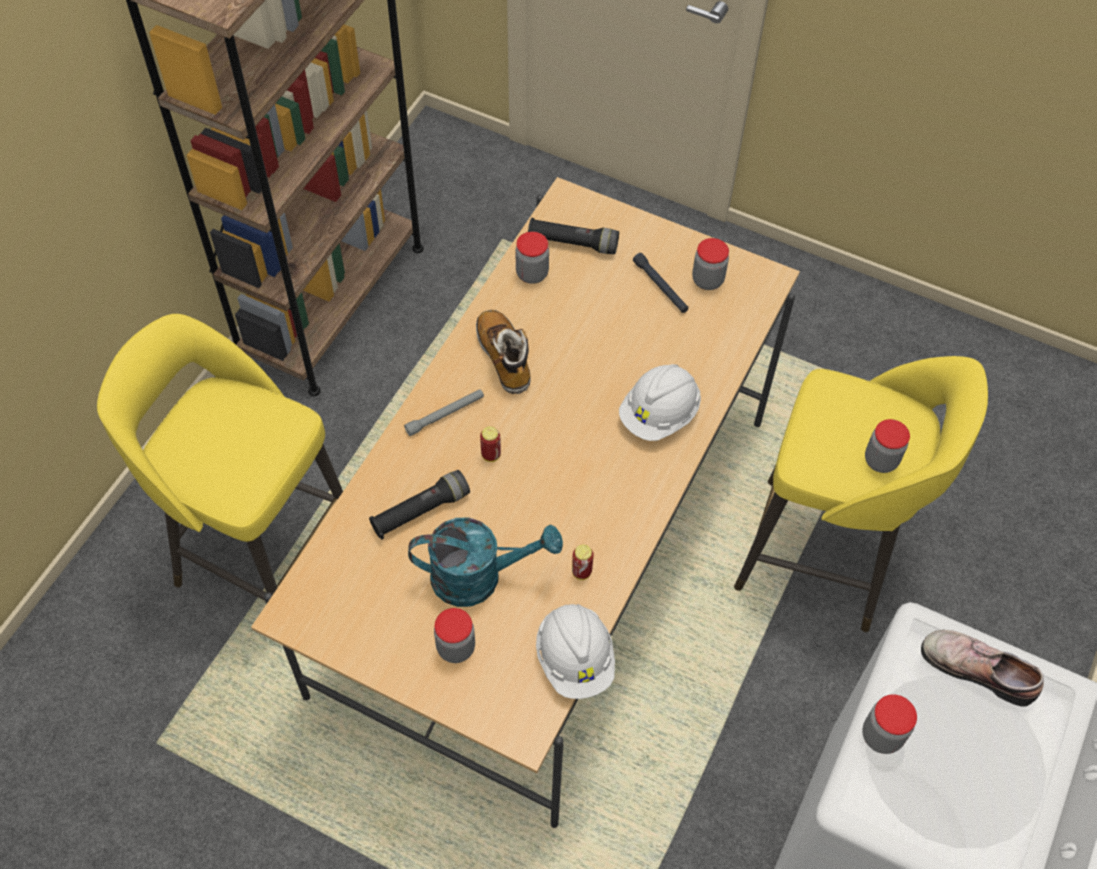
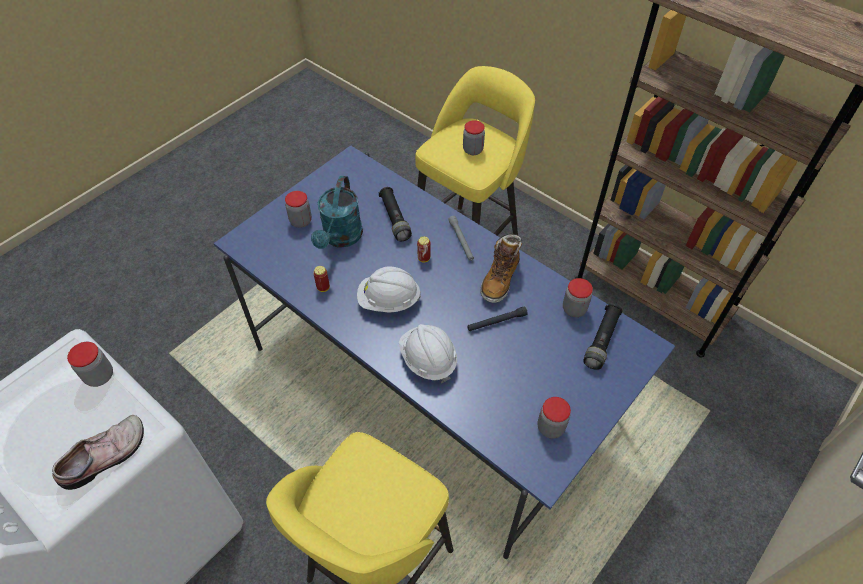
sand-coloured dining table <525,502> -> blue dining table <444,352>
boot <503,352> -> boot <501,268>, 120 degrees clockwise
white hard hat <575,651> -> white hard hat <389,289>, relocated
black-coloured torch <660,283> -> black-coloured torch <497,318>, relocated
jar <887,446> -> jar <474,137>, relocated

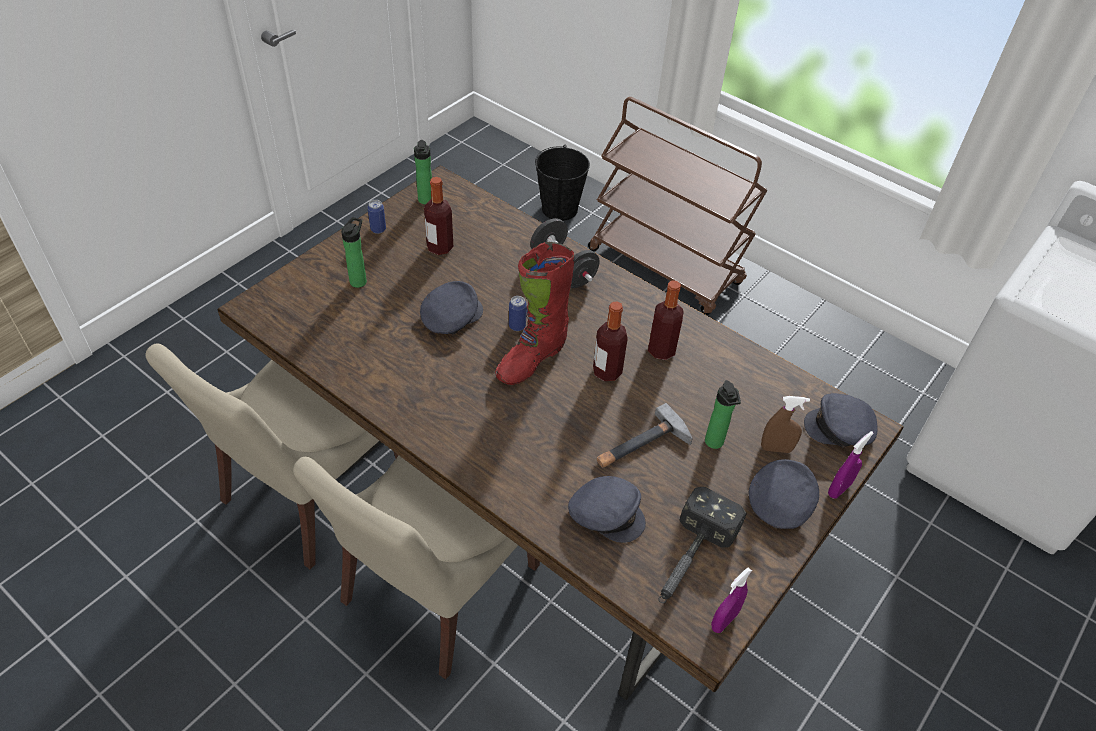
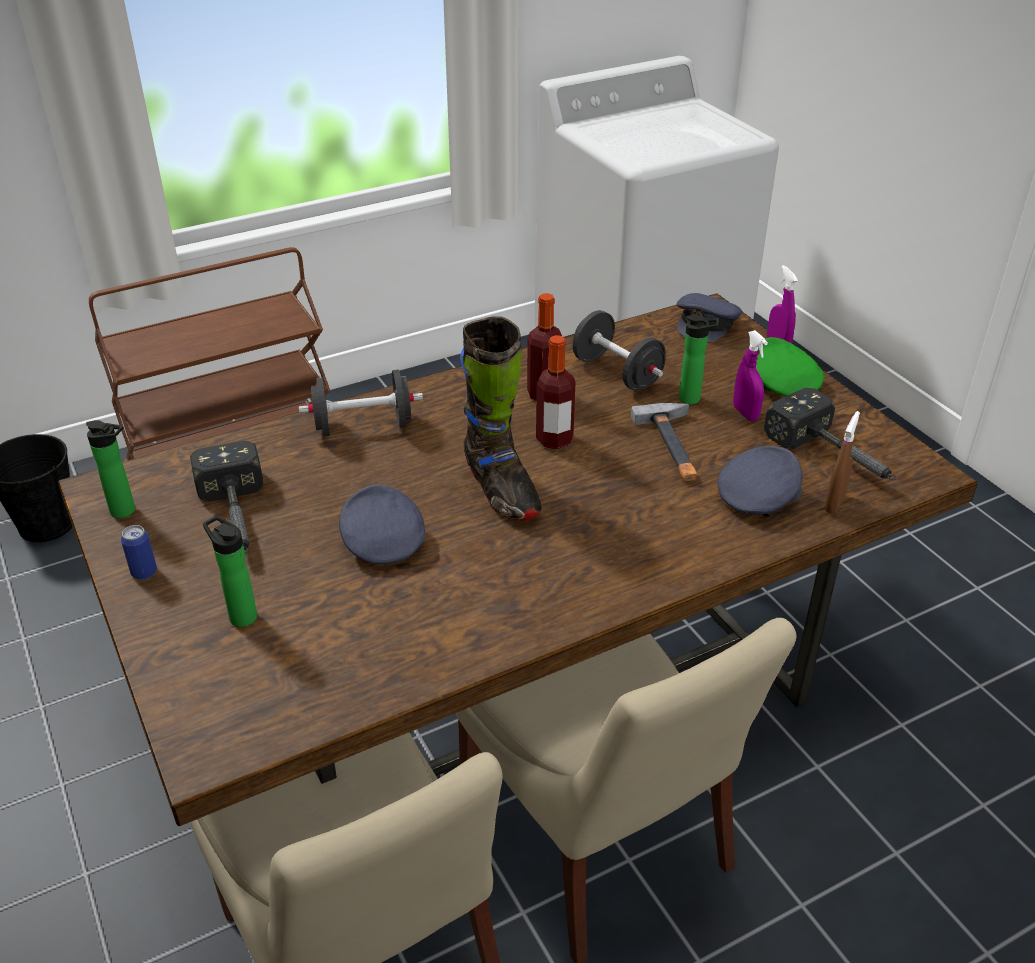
drink bottle <438,216> -> tool hammer <226,496>
red boot <534,313> -> black-coloured boot <501,418>
sealed can <518,313> -> none
purple spray bottle <731,600> -> purple spray bottle <750,375>, relocated
greyish baseball cap <784,494> -> green baseball cap <790,366>
brownish spray bottle <785,424> -> brownish spray bottle <842,462>, relocated
none -> black-coloured hand weight <619,350>

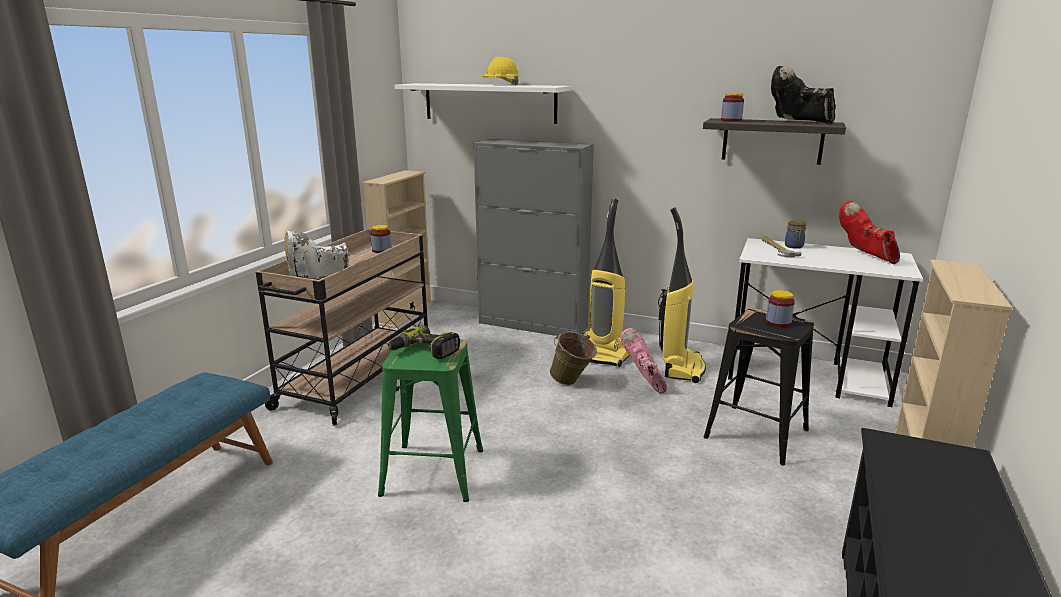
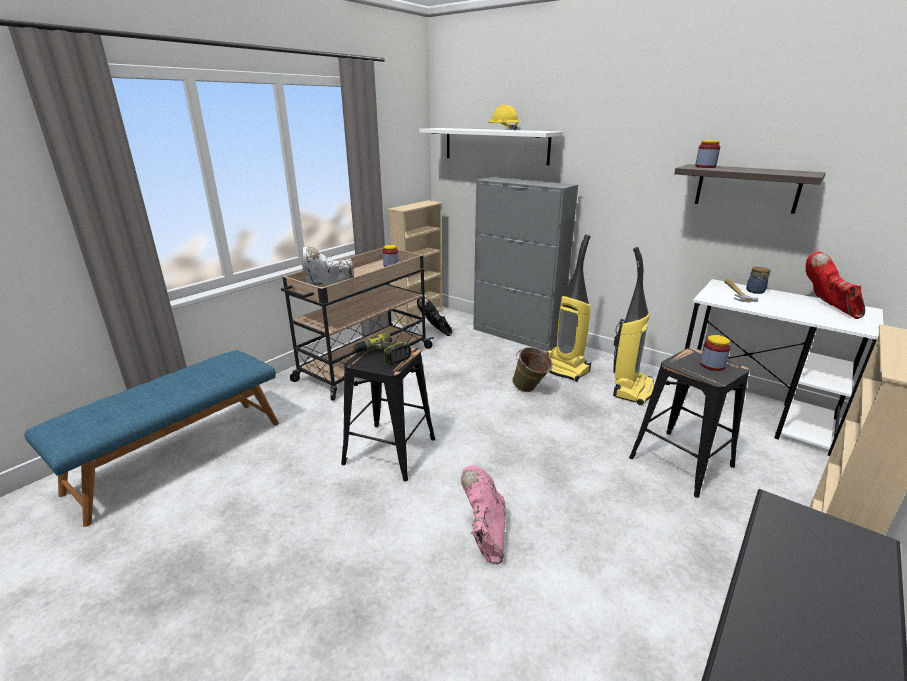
green stool seat <430,420> -> black-coloured stool seat <388,414>
pink-coloured boot <644,361> -> pink-coloured boot <483,514>, relocated
black-coloured boot <803,95> -> black-coloured boot <434,316>, relocated

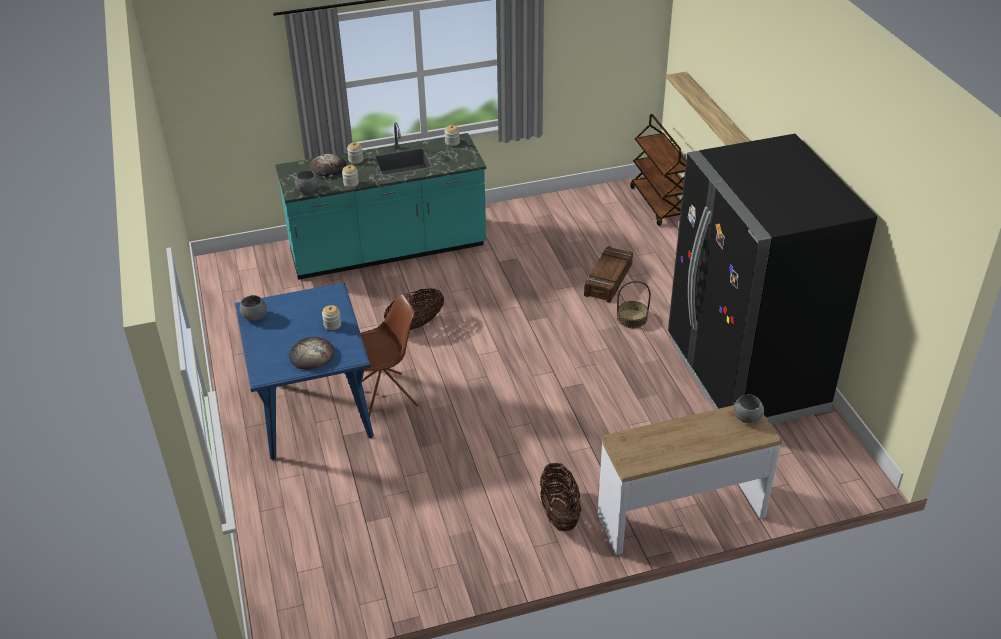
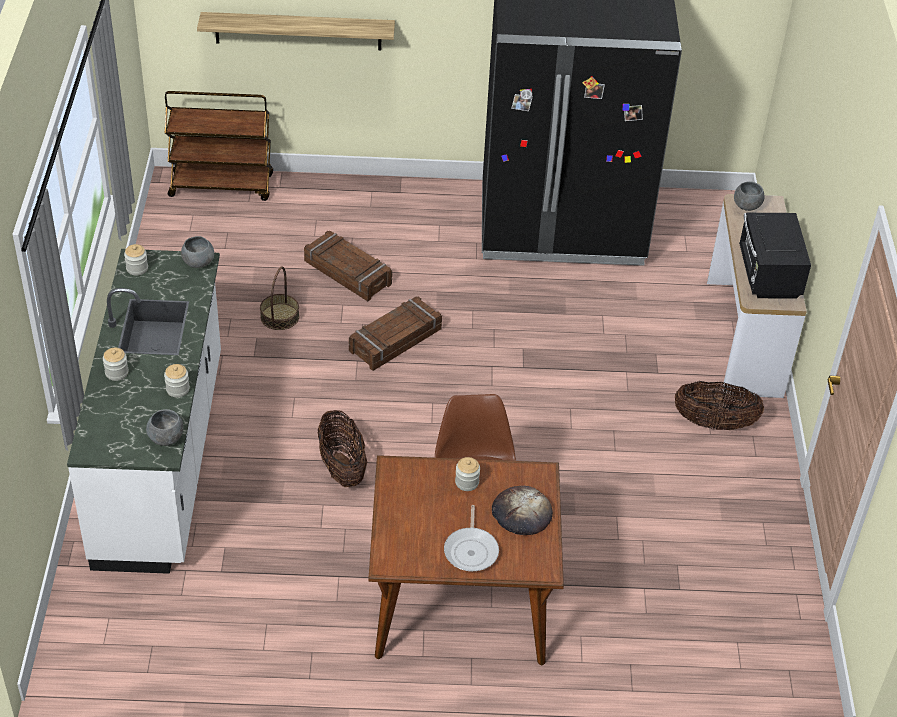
blue dining table <304,371> -> brownish dining table <466,560>
greyish serving bowl <253,308> -> greyish serving bowl <197,252>, relocated
blue-green kitchen base unit <380,201> -> white kitchen base unit <144,411>
bread <328,165> -> none
household basket <634,304> -> household basket <279,298>, relocated
none -> packing crate <395,333>
none -> skillet <471,538>
none -> black-coloured microwave <775,256>

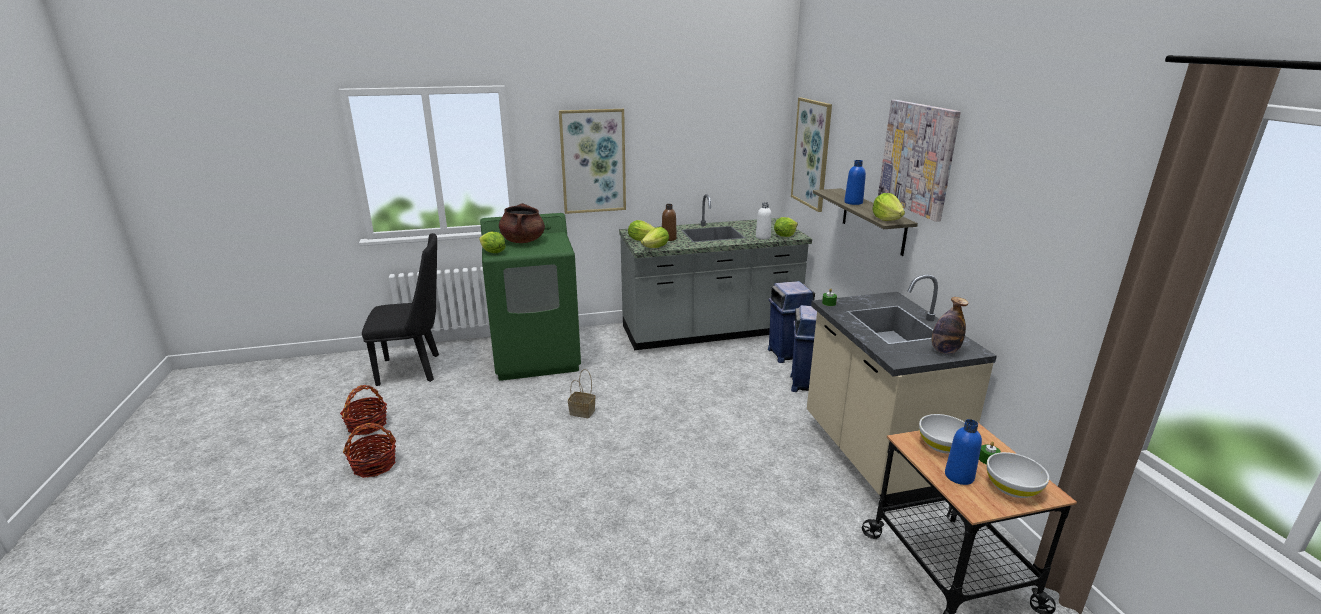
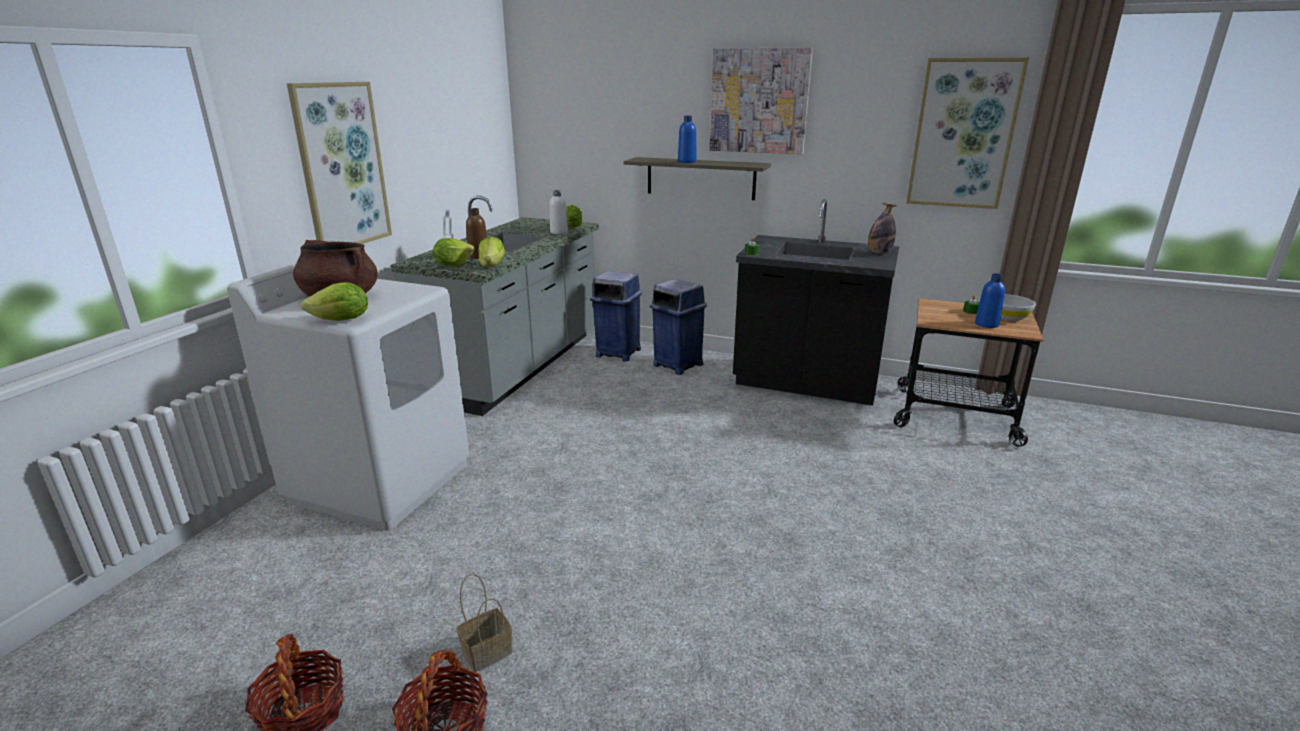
black-coloured plain chair <400,309> -> none
green laundry appliance <530,297> -> white laundry appliance <348,397>
household basket <582,393> -> household basket <484,623>, relocated
wall picture <811,155> -> wall picture <967,133>, relocated
sand-coloured kitchen base unit <902,390> -> black-coloured kitchen base unit <816,302>
lettuce head <888,207> -> none
white serving bowl <942,434> -> none

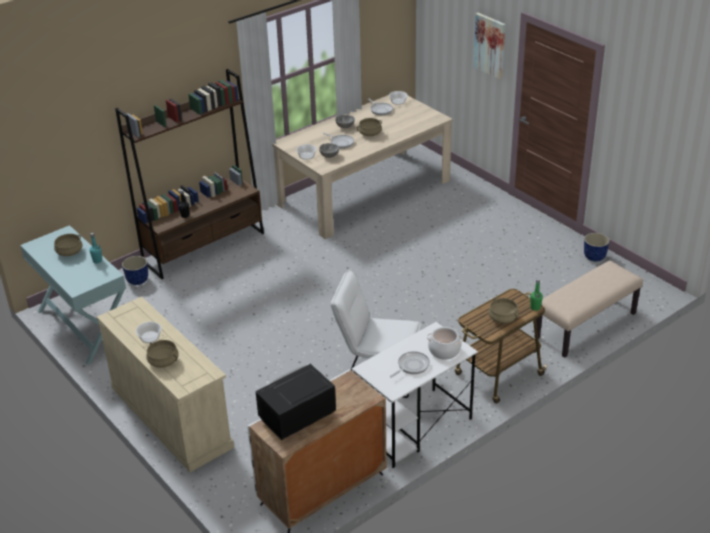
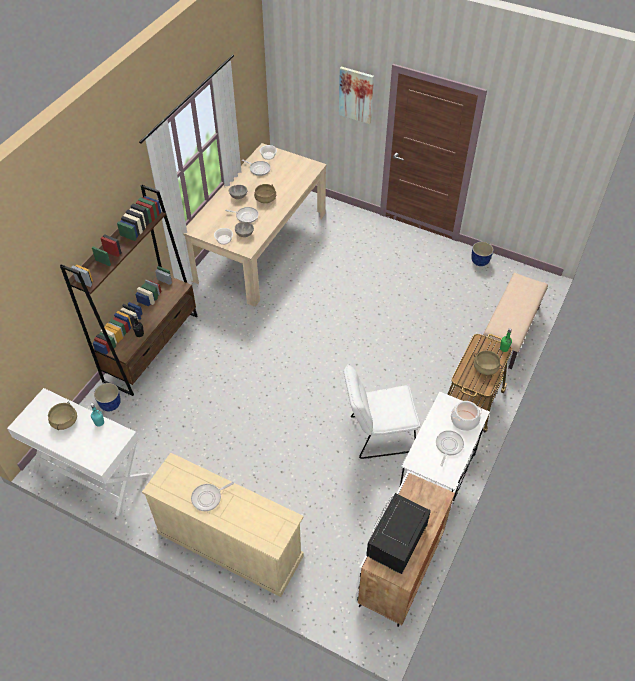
blue-green console table <73,295> -> white console table <78,452>
serving bowl <149,332> -> skillet <212,496>
sand-coloured cooking pot <162,354> -> none

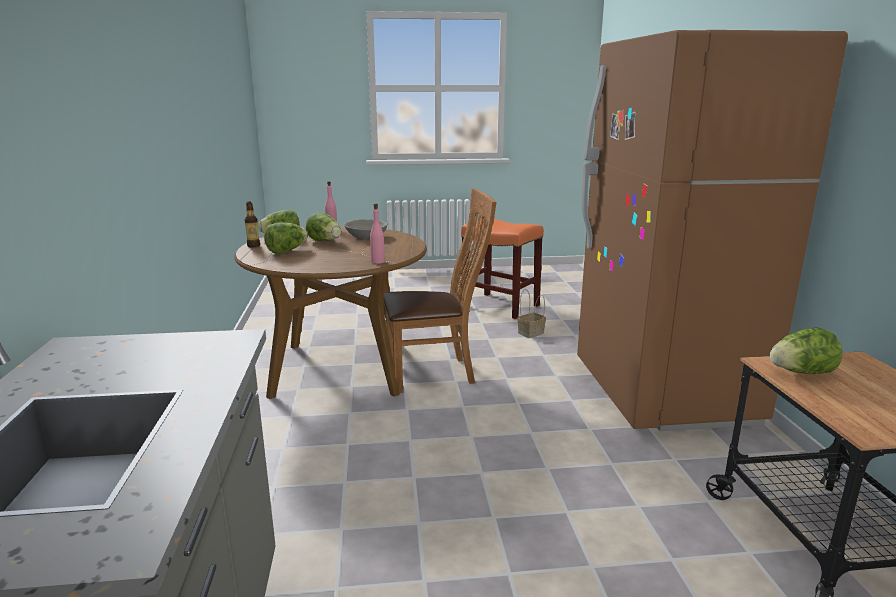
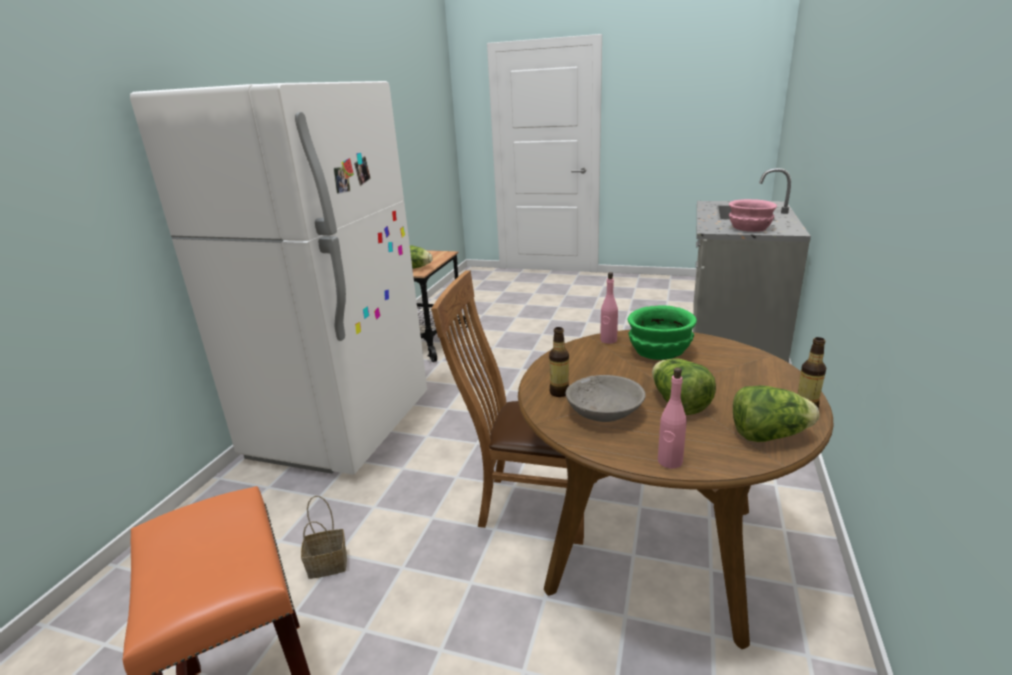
lettuce head <286,238> -> none
brownish refrigerator <712,230> -> white refrigerator <278,278>
none -> drink bottle <559,362>
none -> green serving bowl <662,332>
none -> pink-coloured serving bowl <753,215>

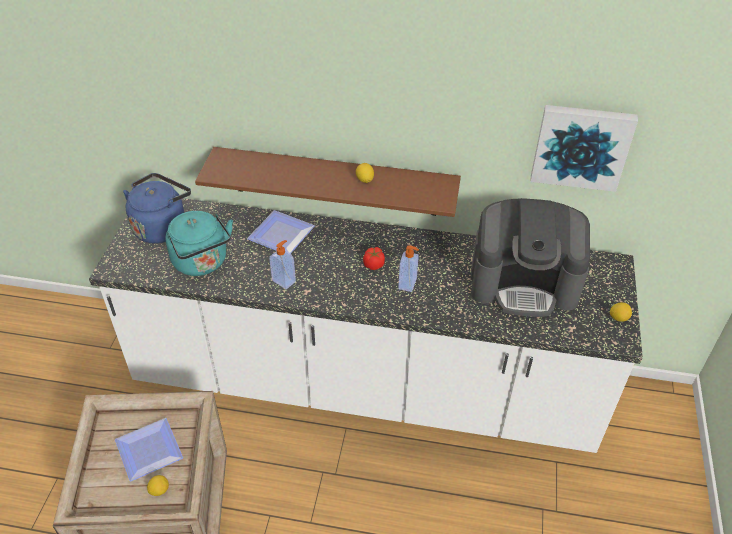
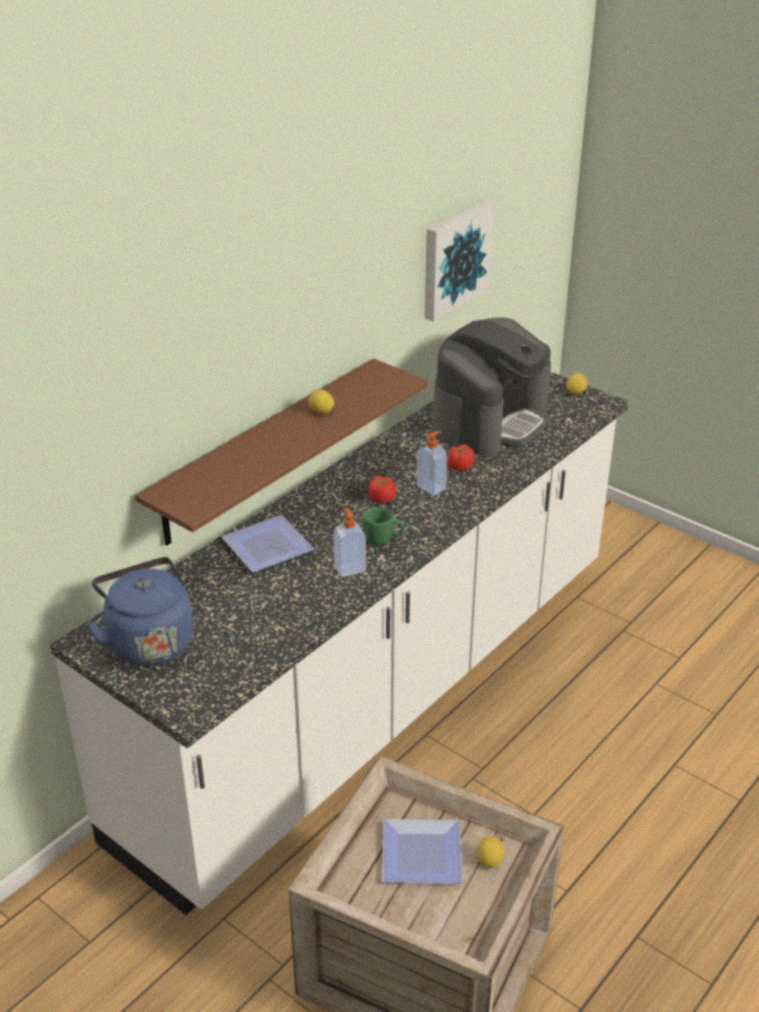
blue-green kettle <199,243> -> none
none -> green mug <383,525>
none -> whole tomato <461,457>

